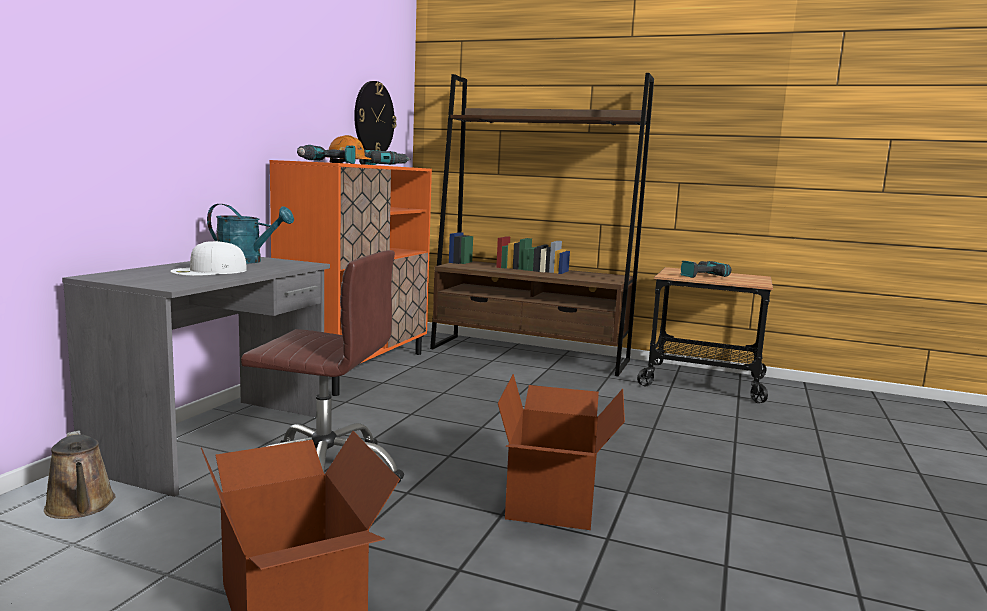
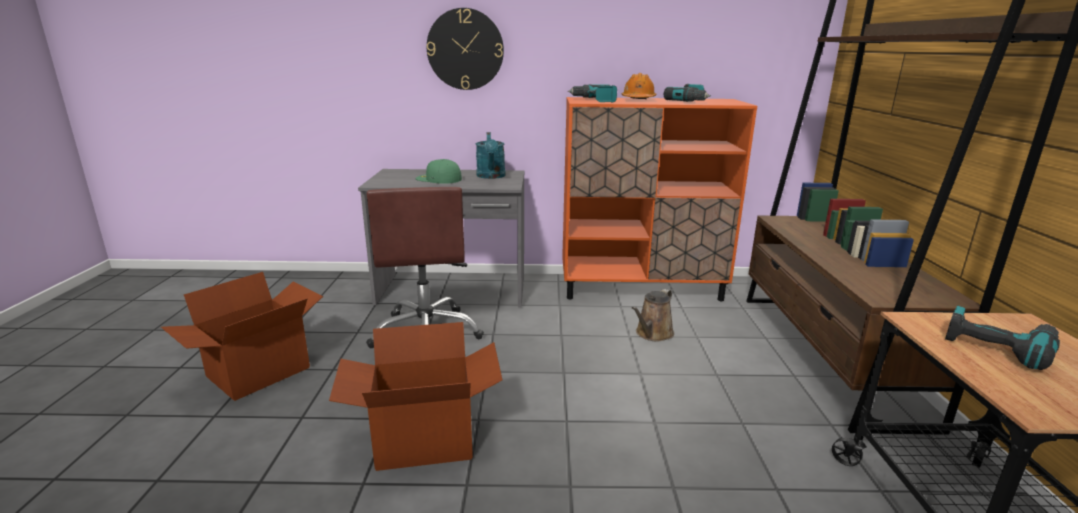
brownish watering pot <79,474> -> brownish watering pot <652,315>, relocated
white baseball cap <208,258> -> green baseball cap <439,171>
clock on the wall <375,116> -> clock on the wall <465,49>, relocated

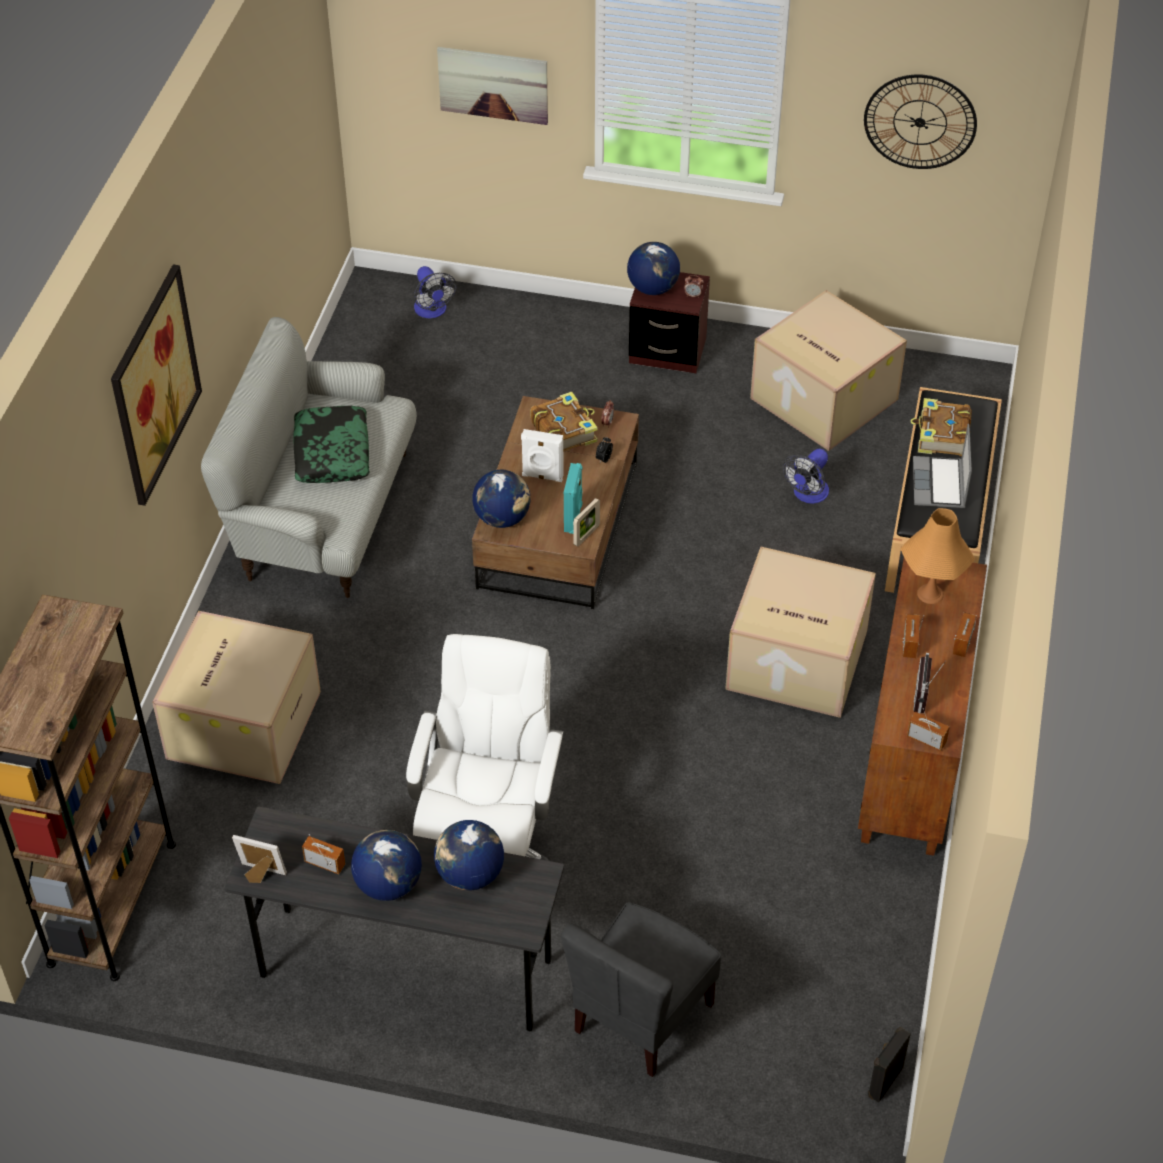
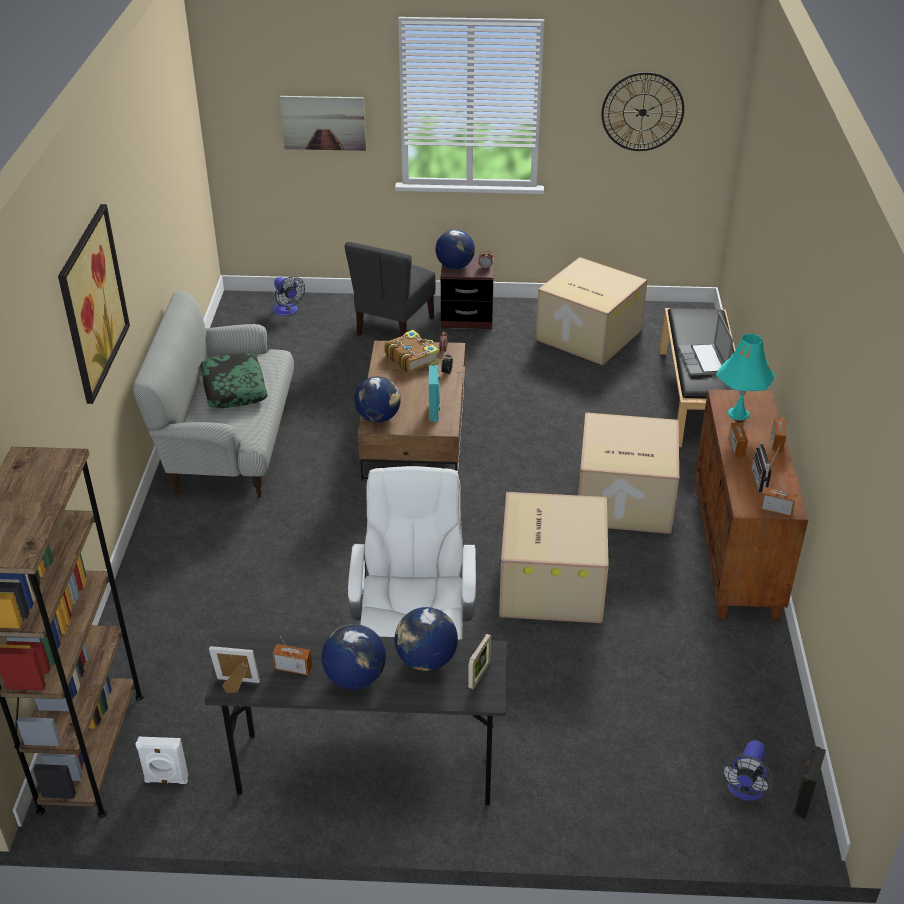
packing box <236,697> -> packing box <554,557>, relocated
white loudspeaker <542,455> -> white loudspeaker <161,760>, relocated
greyish plain chair <641,989> -> greyish plain chair <390,289>, relocated
standing frame <586,522> -> standing frame <479,661>, relocated
cooling fan <805,476> -> cooling fan <747,770>, relocated
orange table lamp <938,556> -> blue-green table lamp <745,377>
bound book <941,427> -> none

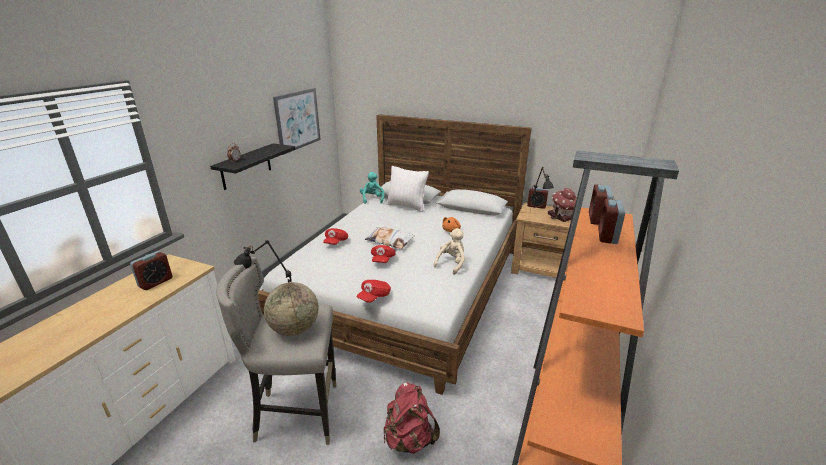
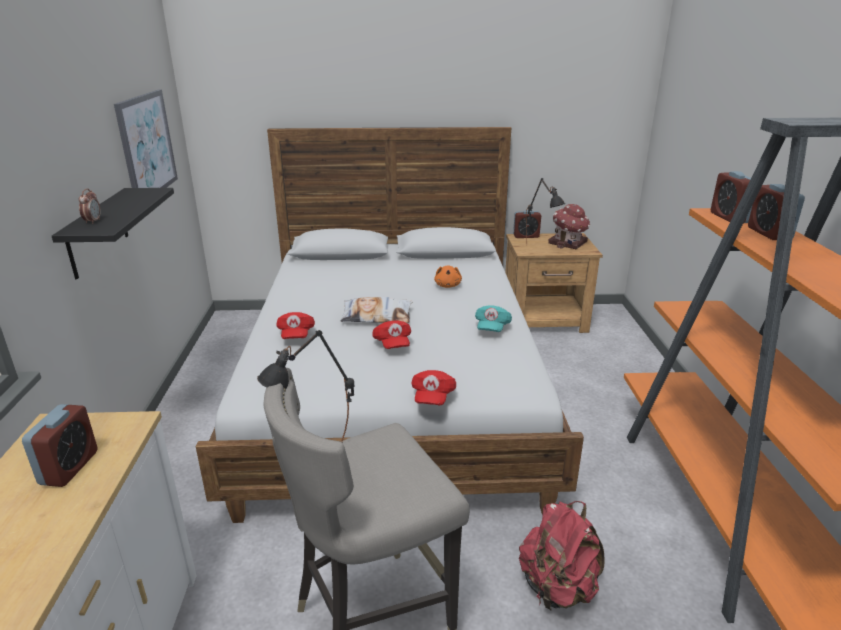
globe <291,309> -> none
blue-green soft toy <372,188> -> none
white throw pillow <407,189> -> none
sand-coloured soft toy <449,251> -> blue-green baseball cap <493,318>

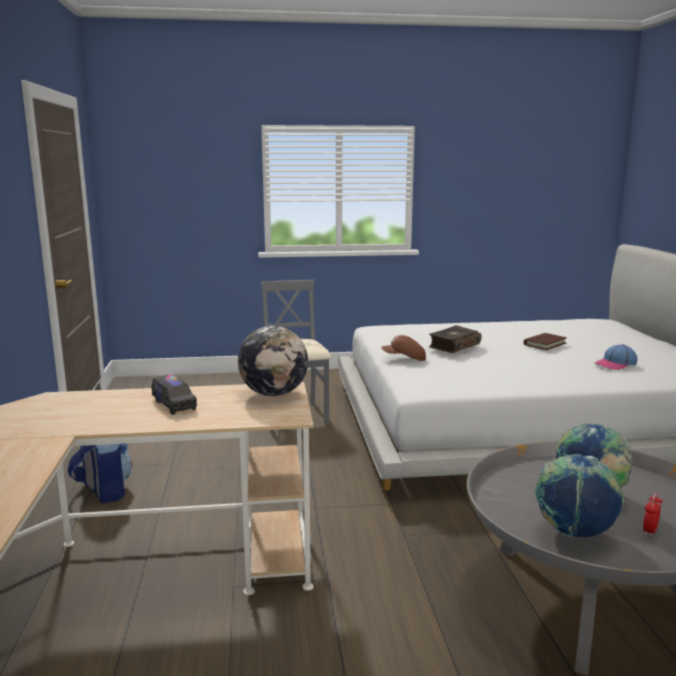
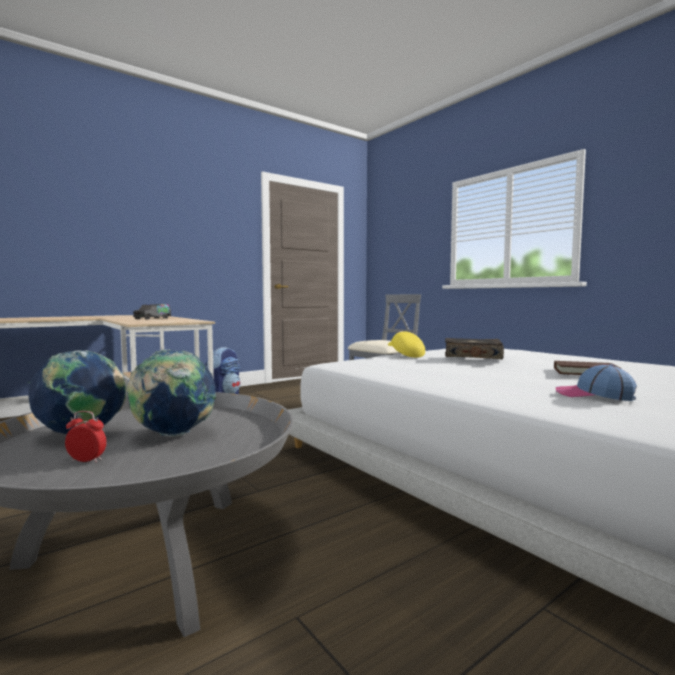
globe <273,361> -> none
brownish baseball cap <403,348> -> yellow-coloured baseball cap <406,344>

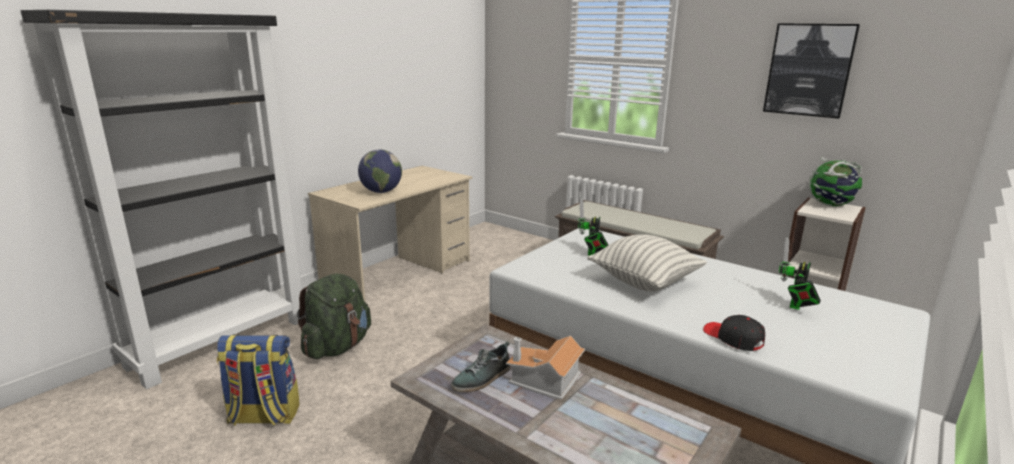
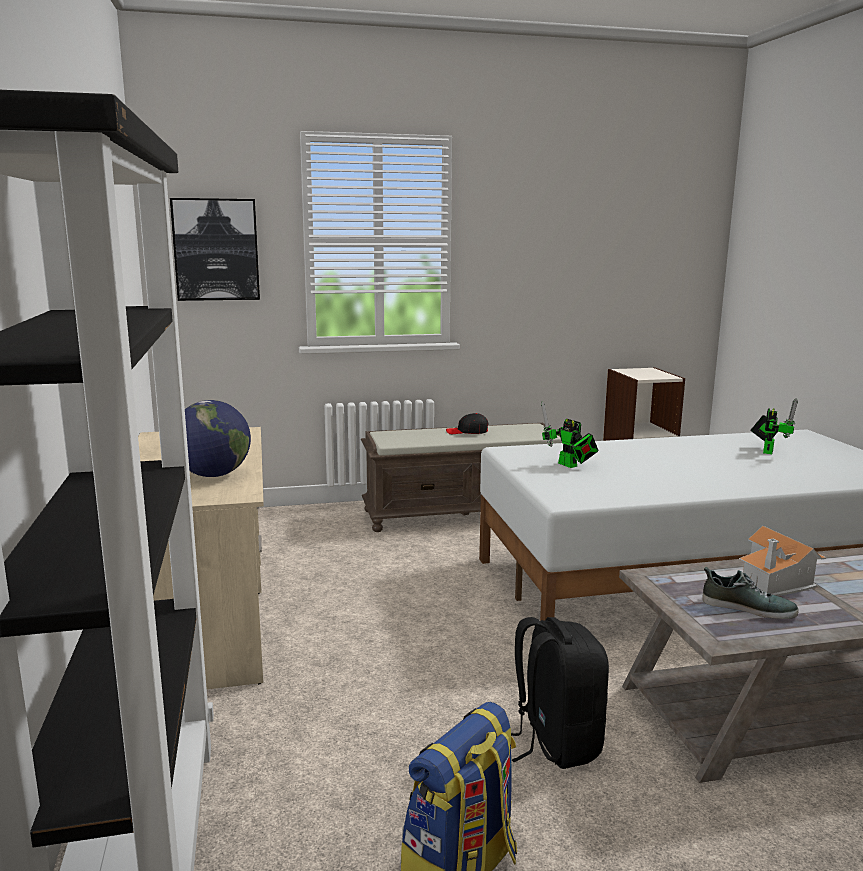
green rucksack <334,316> -> none
low shoe <480,366> -> low shoe <750,593>, 60 degrees counterclockwise
throw pillow <647,262> -> none
black-coloured baseball cap <734,333> -> black-coloured baseball cap <467,423>, relocated
wall picture <811,71> -> wall picture <215,249>, relocated
toy robot <800,273> -> toy robot <774,426>, 135 degrees counterclockwise
globe <835,181> -> none
none -> black-coloured rucksack <560,693>

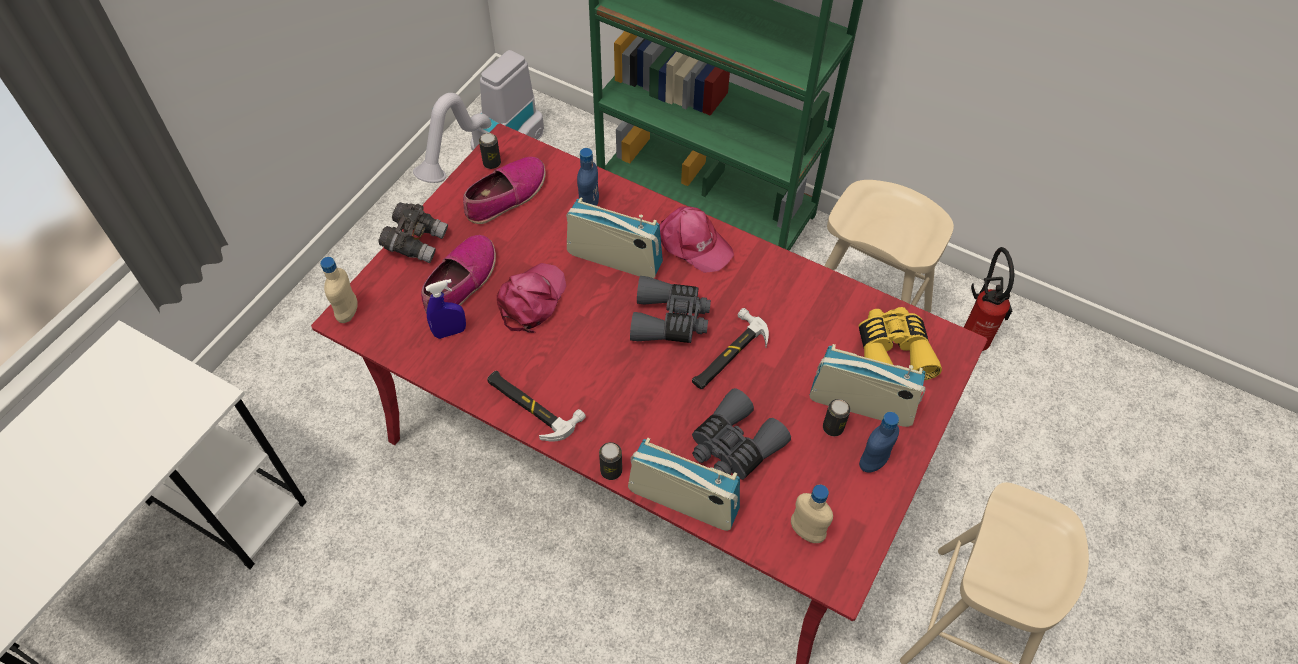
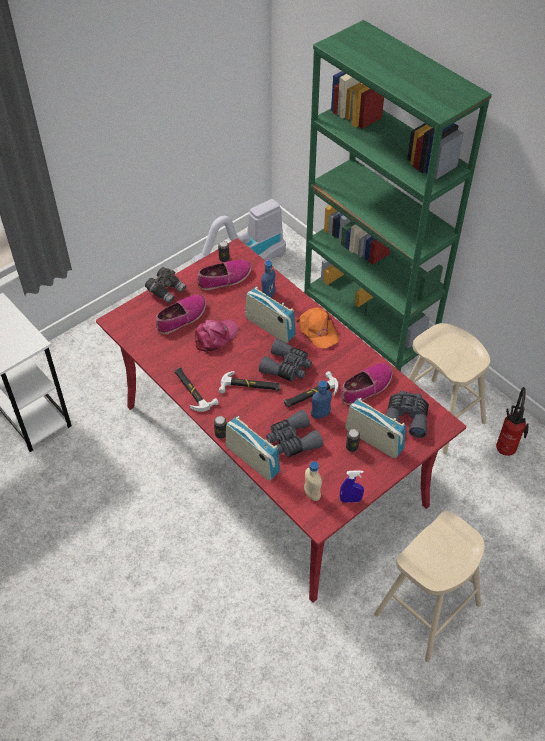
sand-coloured drink bottle <339,290> -> none
blue spray bottle <445,309> -> blue spray bottle <352,486>, relocated
pink-coloured baseball cap <696,239> -> orange baseball cap <318,327>
yellow-coloured pair of binoculars <900,343> -> greyish pair of binoculars <407,414>
blue drink bottle <879,442> -> blue drink bottle <321,400>, relocated
none -> tool hammer <249,382>
none -> low shoe <366,384>

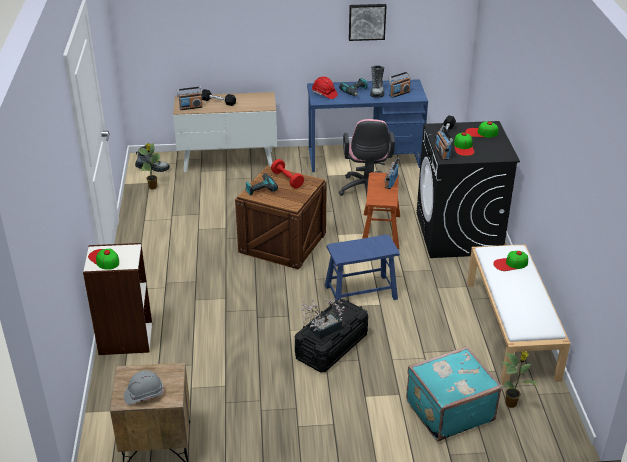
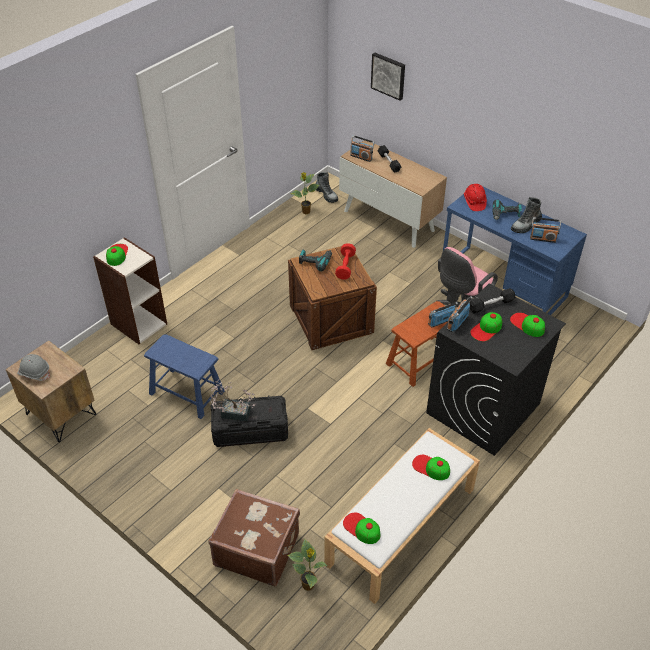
blue stool seat <362,268> -> blue stool seat <184,376>, relocated
wall picture <368,22> -> wall picture <388,77>, relocated
blue-green travel case <454,393> -> brownish travel case <254,538>
none -> baseball cap <361,528>

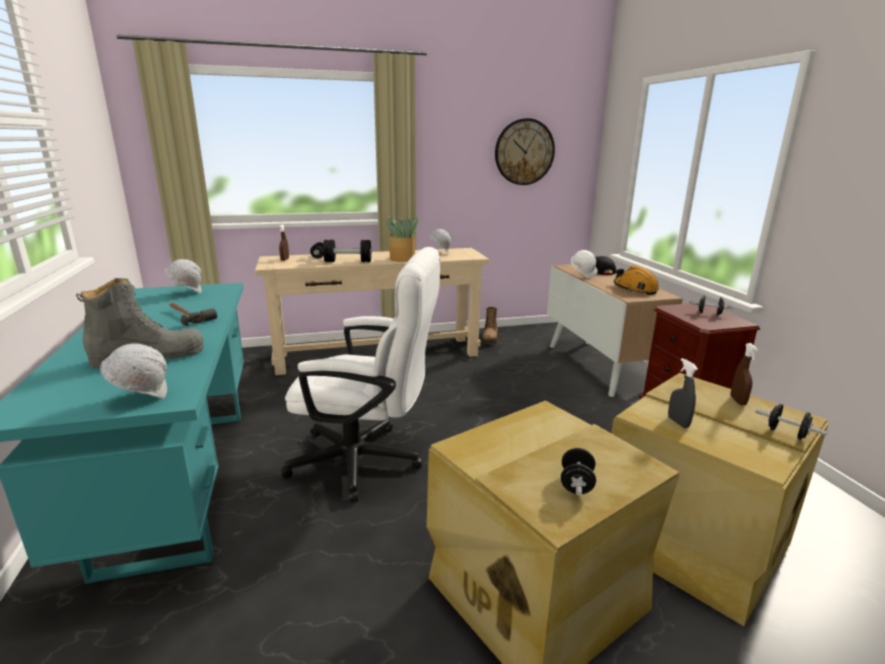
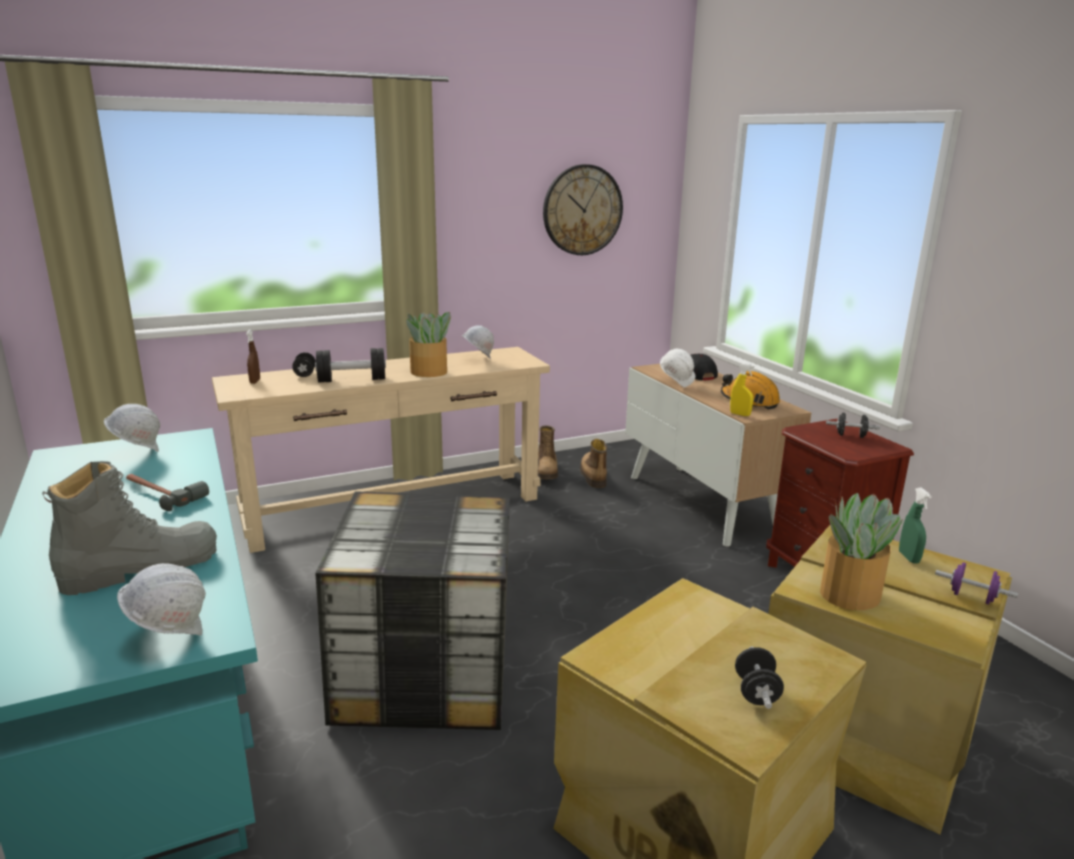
white desk chair <360,374> -> storage bin <412,610>
greyish spray bottle <683,393> -> potted plant <861,551>
brownish spray bottle <744,374> -> green spray bottle <915,525>
black-coloured hand weight <791,422> -> purple hand weight <976,584>
none -> boot <593,463>
none -> yellow-coloured spray bottle <742,389>

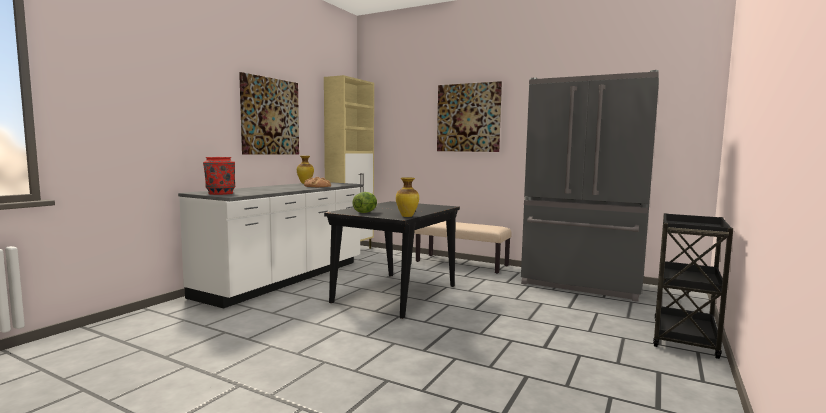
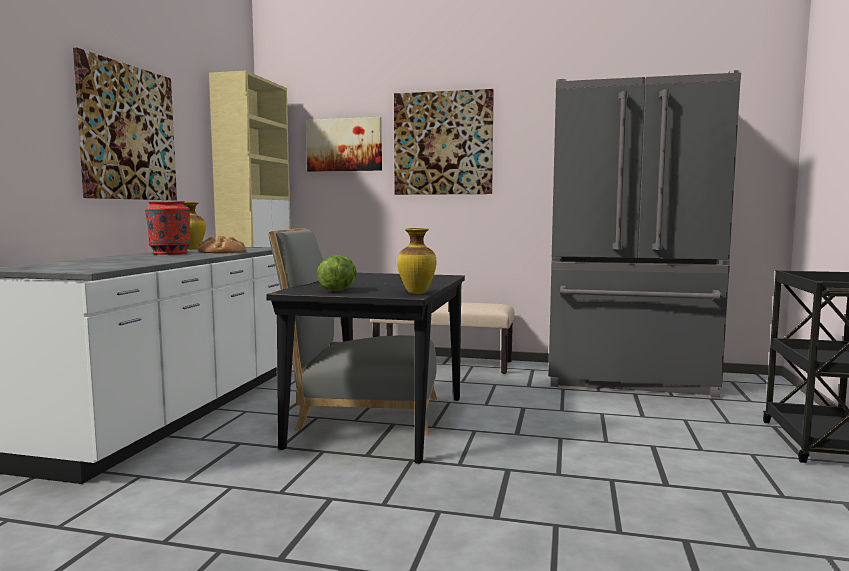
red vase <219,176> -> red vase <168,228>, relocated
none -> greyish plain chair <353,331>
none -> wall picture <344,144>

